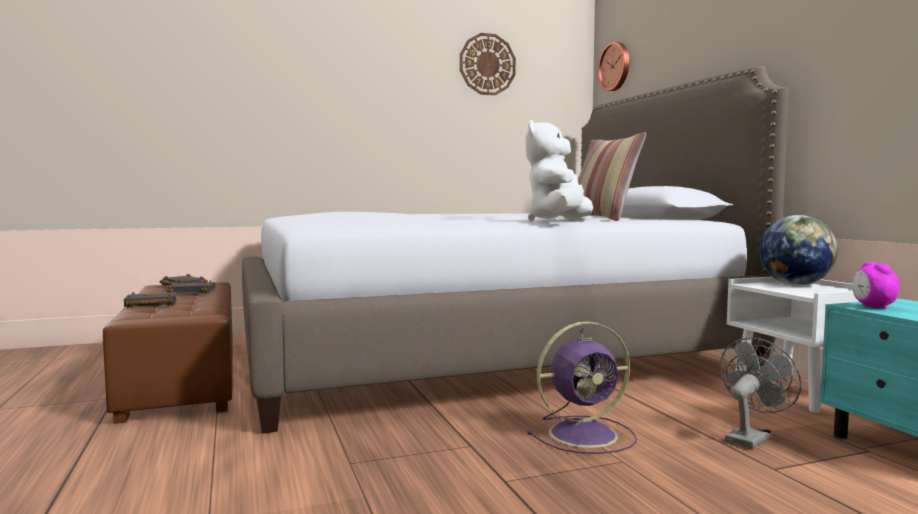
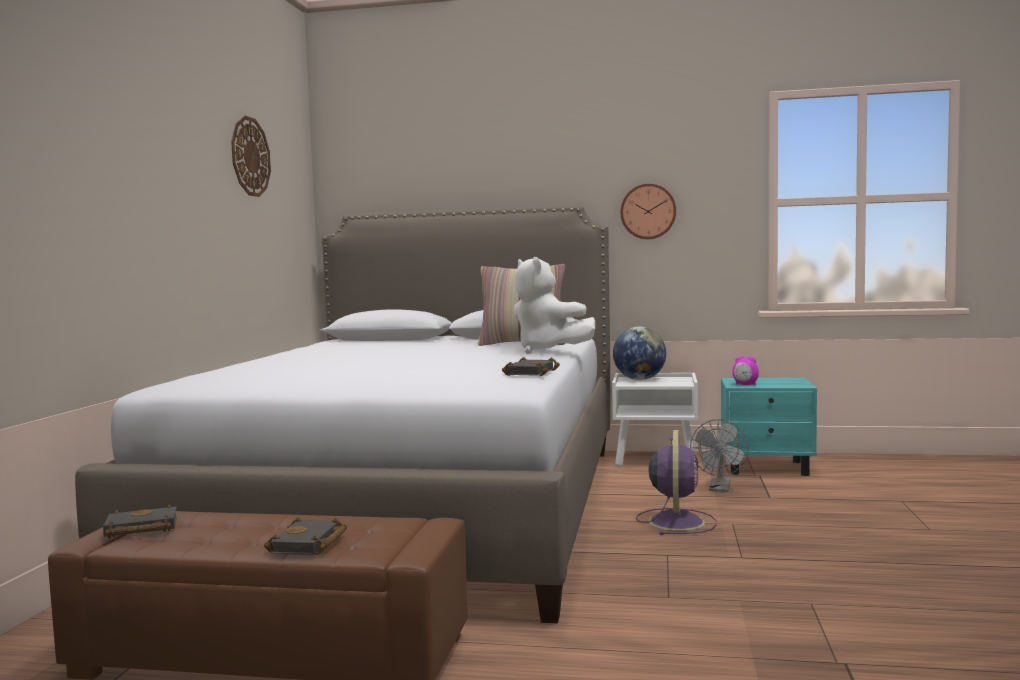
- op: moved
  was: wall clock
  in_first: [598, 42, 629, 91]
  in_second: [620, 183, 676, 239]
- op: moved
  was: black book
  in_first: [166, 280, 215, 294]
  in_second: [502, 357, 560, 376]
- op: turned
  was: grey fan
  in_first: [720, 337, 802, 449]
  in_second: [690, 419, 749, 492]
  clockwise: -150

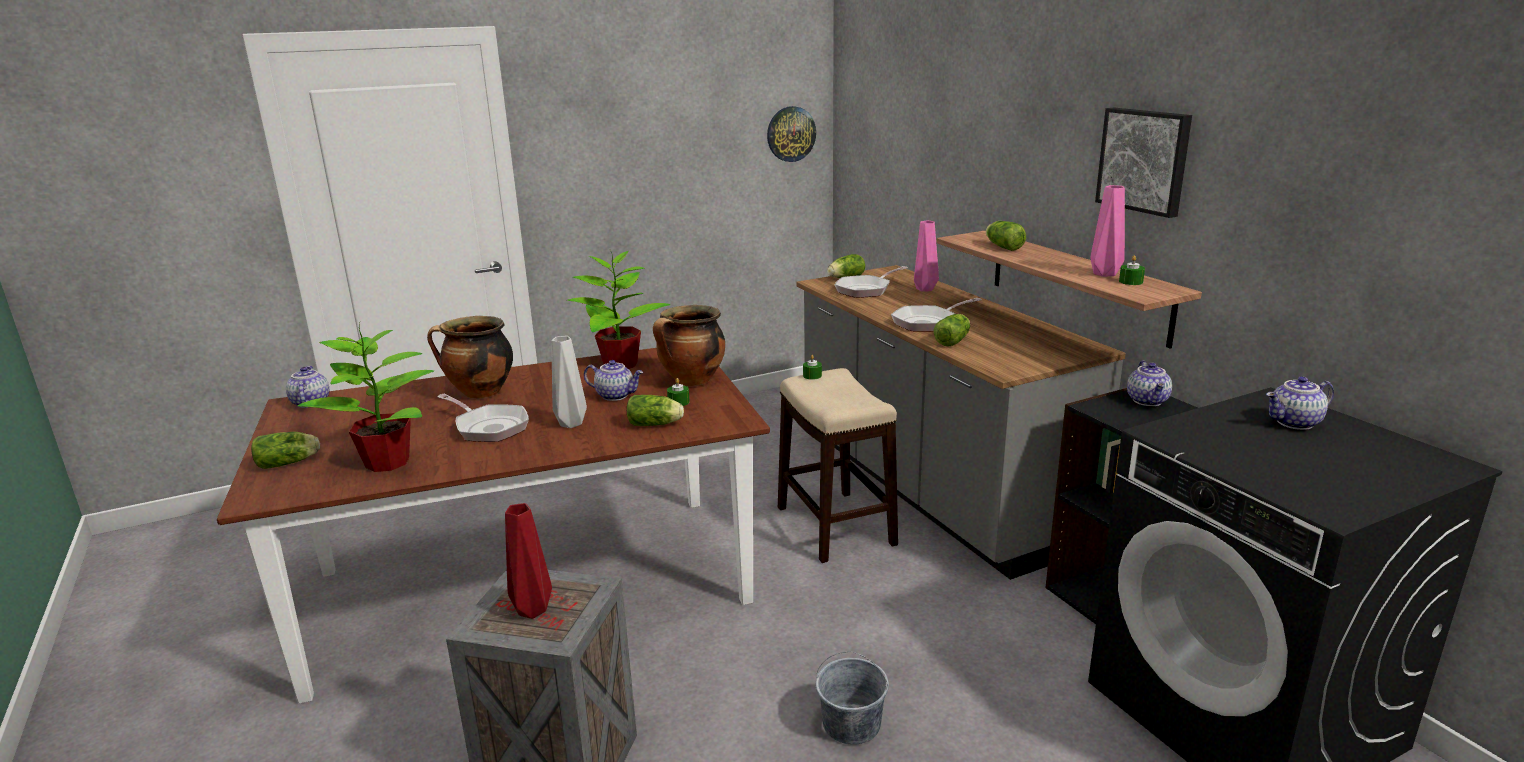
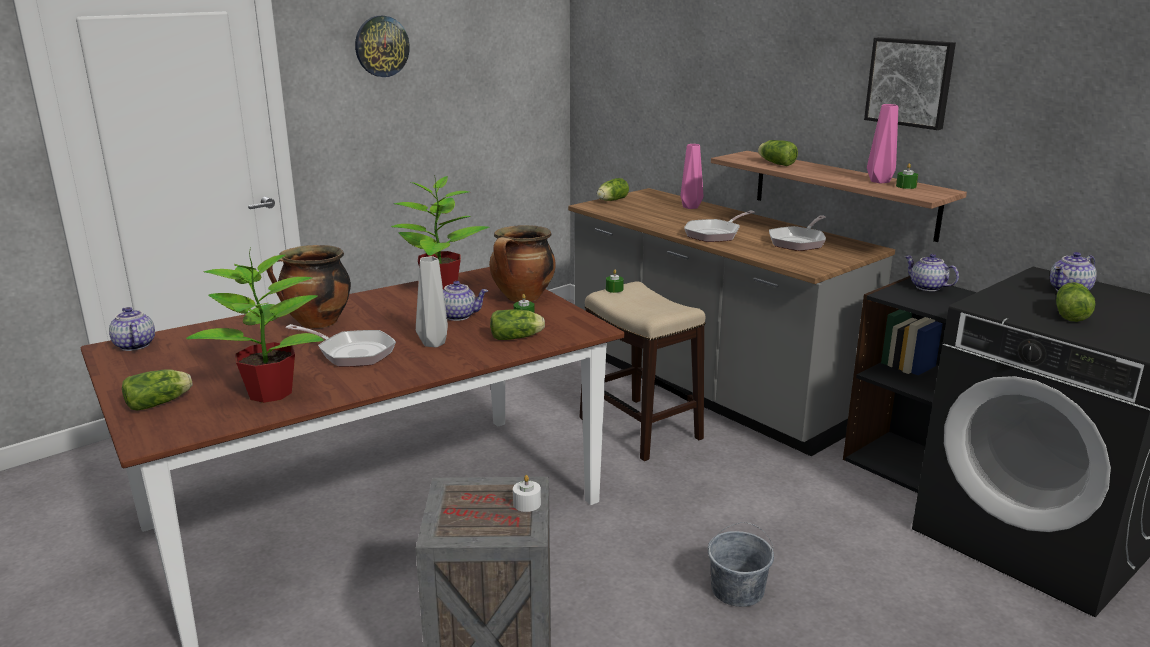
- op: moved
  was: wall clock
  in_first: [767, 106, 816, 162]
  in_second: [355, 16, 410, 77]
- op: moved
  was: frying pan
  in_first: [835, 266, 908, 298]
  in_second: [769, 215, 826, 251]
- op: moved
  was: lettuce
  in_first: [934, 314, 970, 347]
  in_second: [1056, 282, 1096, 322]
- op: turned
  was: teapot
  in_first: [1127, 361, 1172, 406]
  in_second: [905, 254, 959, 291]
  clockwise: 150
- op: removed
  was: red vase
  in_first: [505, 503, 552, 619]
- op: added
  now: white candle
  in_second: [513, 475, 541, 512]

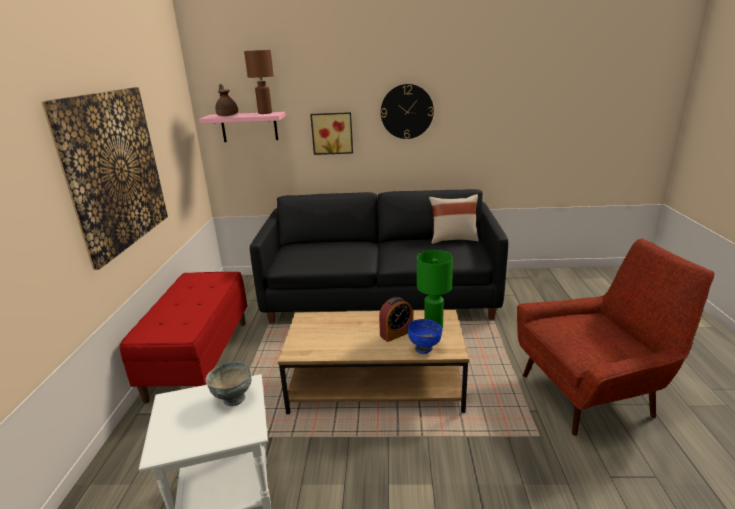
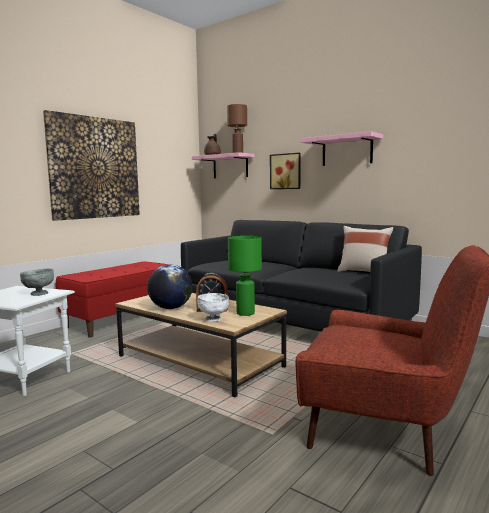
- op: replaced
  was: wall clock
  now: pink shelf
  in_first: [381, 84, 434, 139]
  in_second: [301, 131, 383, 166]
- op: recoloured
  was: blue bowl
  now: white bowl
  in_first: [408, 319, 443, 354]
  in_second: [197, 293, 229, 322]
- op: added
  now: globe
  in_second: [147, 265, 193, 309]

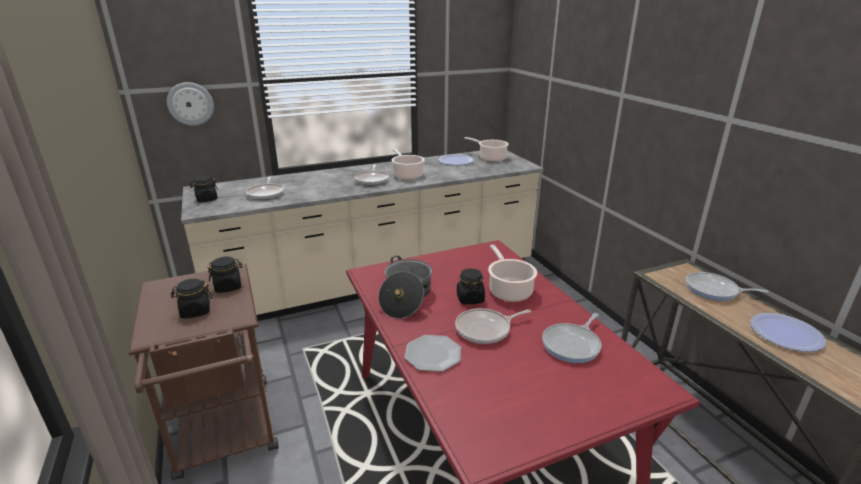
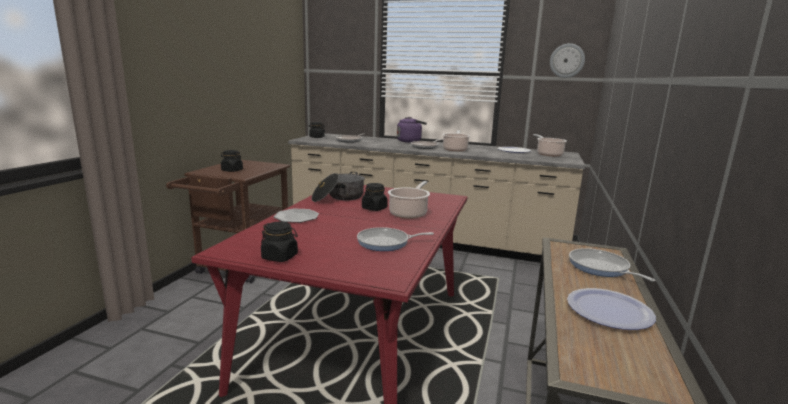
- op: moved
  was: wall clock
  in_first: [167, 82, 214, 126]
  in_second: [550, 43, 585, 78]
- op: moved
  was: black jar
  in_first: [207, 257, 242, 293]
  in_second: [261, 222, 298, 262]
- op: removed
  was: frying pan
  in_first: [455, 308, 531, 344]
- op: added
  now: purple kettle
  in_second: [397, 117, 427, 143]

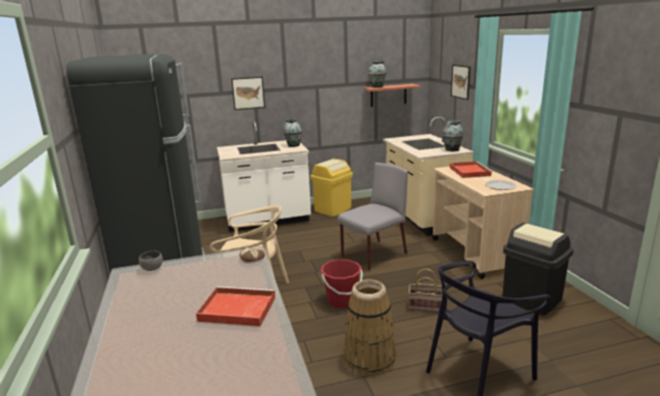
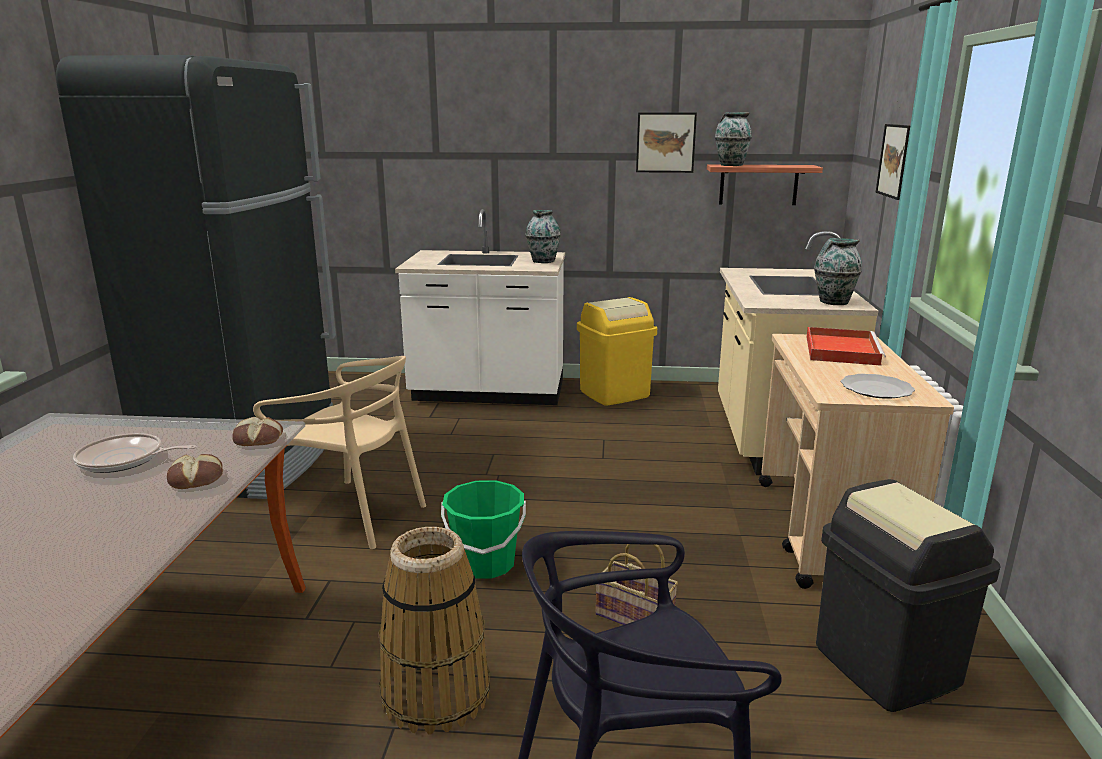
- op: moved
  was: picture
  in_first: [231, 77, 265, 110]
  in_second: [636, 113, 697, 173]
- op: removed
  was: grey chair
  in_first: [337, 163, 408, 271]
- op: removed
  was: grey bowl
  in_first: [139, 251, 163, 271]
- op: recoloured
  was: red bucket
  now: green bucket
  in_first: [321, 259, 362, 308]
  in_second: [441, 480, 526, 579]
- op: removed
  was: red tray
  in_first: [196, 286, 276, 326]
- op: added
  now: frying pan
  in_second: [73, 433, 197, 473]
- op: added
  now: bread
  in_second: [167, 454, 223, 489]

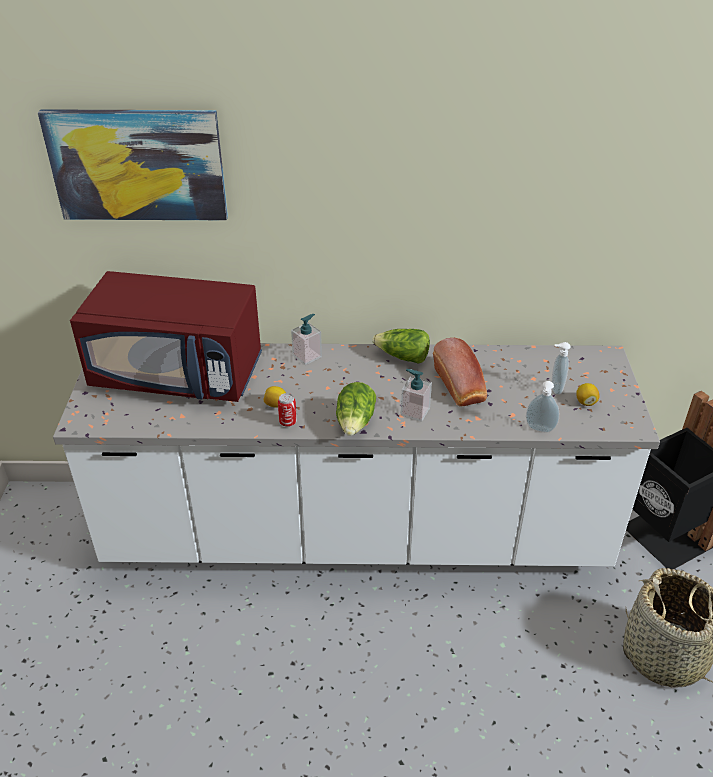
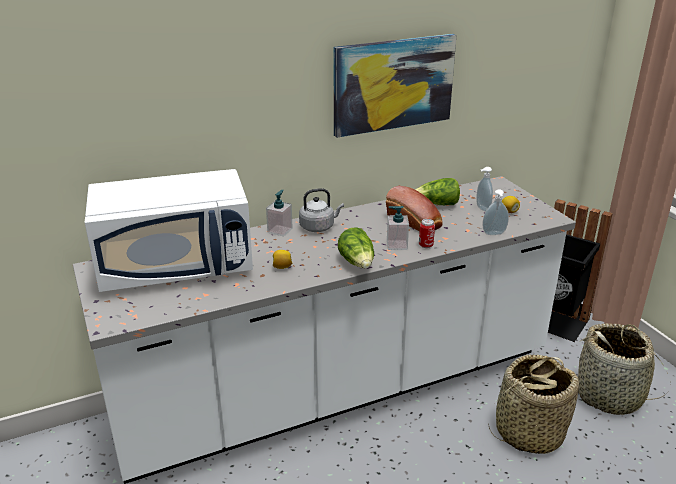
- op: moved
  was: picture
  in_first: [38, 109, 228, 220]
  in_second: [334, 34, 456, 138]
- op: recoloured
  was: red microwave
  now: white microwave
  in_first: [70, 271, 262, 402]
  in_second: [85, 169, 253, 292]
- op: moved
  was: lettuce
  in_first: [372, 329, 430, 364]
  in_second: [415, 178, 460, 205]
- op: moved
  was: can
  in_first: [278, 393, 297, 427]
  in_second: [419, 219, 435, 248]
- op: added
  now: grey kettle
  in_second: [299, 188, 344, 232]
- op: added
  now: basket
  in_second: [488, 355, 579, 454]

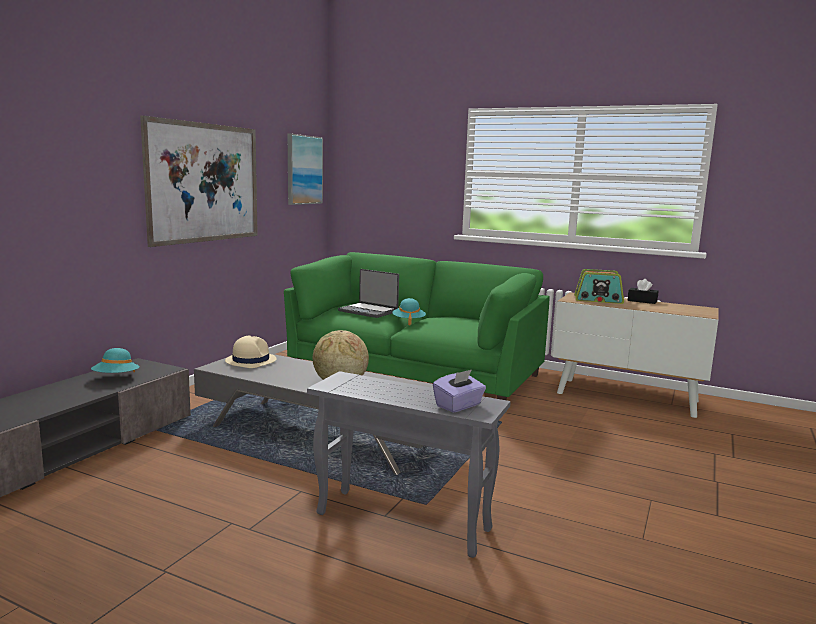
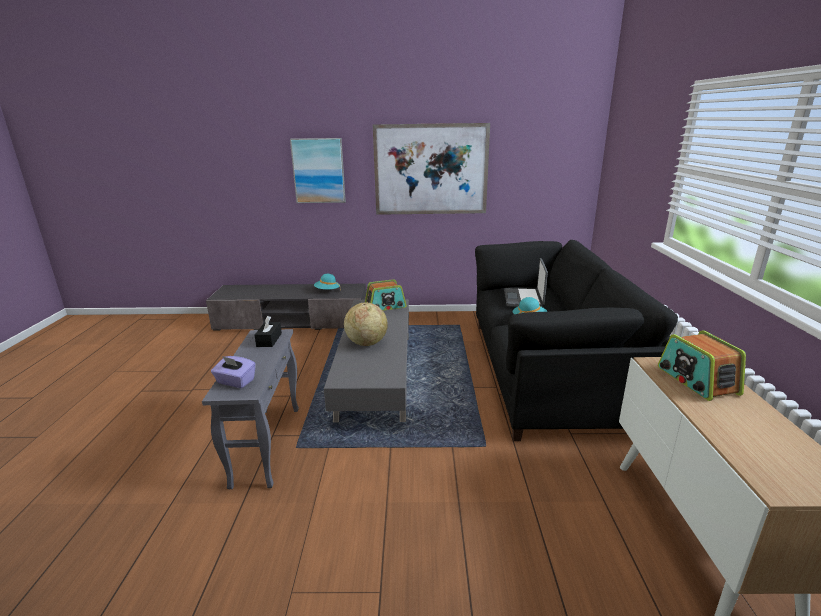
- op: moved
  was: picture
  in_first: [288, 134, 323, 205]
  in_second: [290, 138, 346, 203]
- op: recoloured
  was: green sofa
  now: black sofa
  in_first: [284, 252, 550, 400]
  in_second: [475, 240, 678, 441]
- op: moved
  was: black tissue box
  in_first: [628, 279, 658, 304]
  in_second: [255, 316, 282, 347]
- op: replaced
  was: beige hat
  now: radio
  in_first: [225, 336, 277, 368]
  in_second: [365, 279, 407, 311]

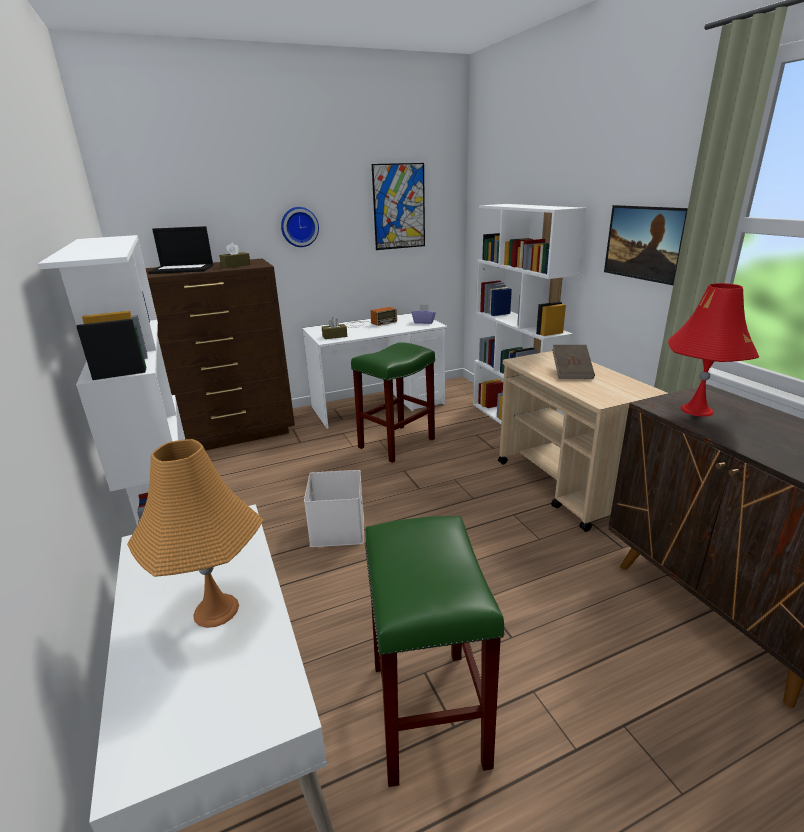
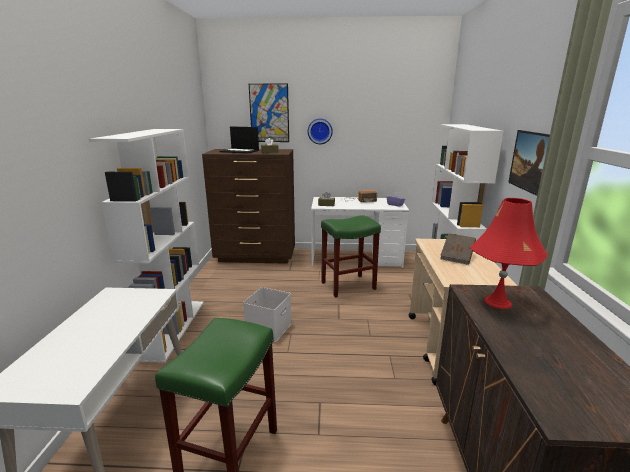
- op: moved
  was: picture
  in_first: [372, 163, 425, 250]
  in_second: [249, 84, 289, 142]
- op: removed
  was: orange table lamp
  in_first: [127, 439, 263, 628]

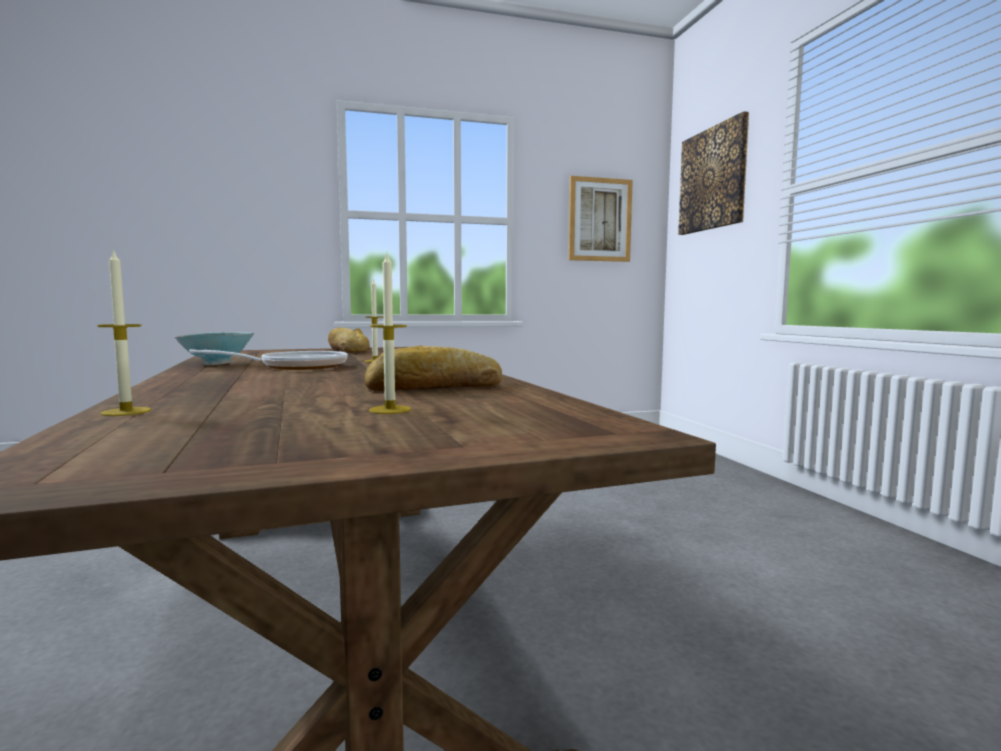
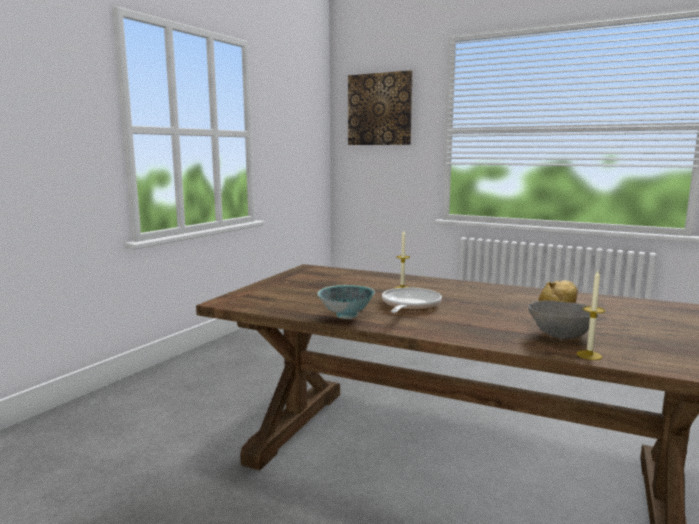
- op: removed
  was: picture
  in_first: [569, 176, 633, 262]
- op: removed
  was: candle
  in_first: [369, 254, 411, 414]
- op: removed
  was: bread
  in_first: [328, 328, 370, 353]
- op: added
  now: grey bowl
  in_second: [528, 300, 599, 339]

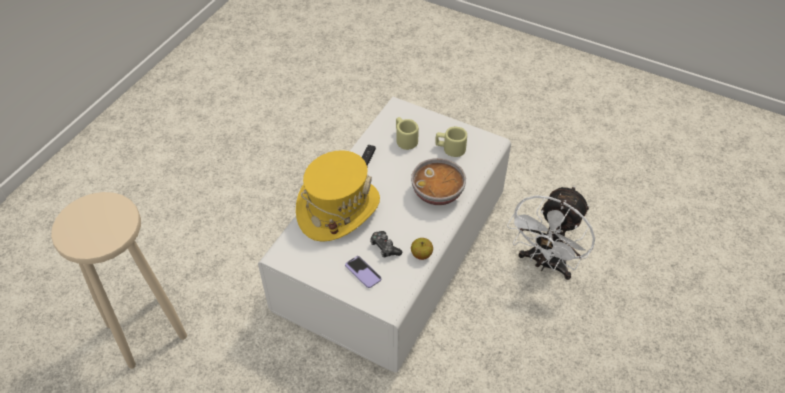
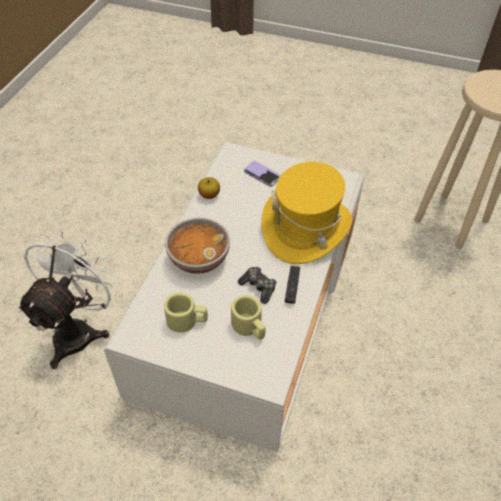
- op: moved
  was: game controller
  in_first: [370, 231, 402, 258]
  in_second: [238, 267, 277, 304]

